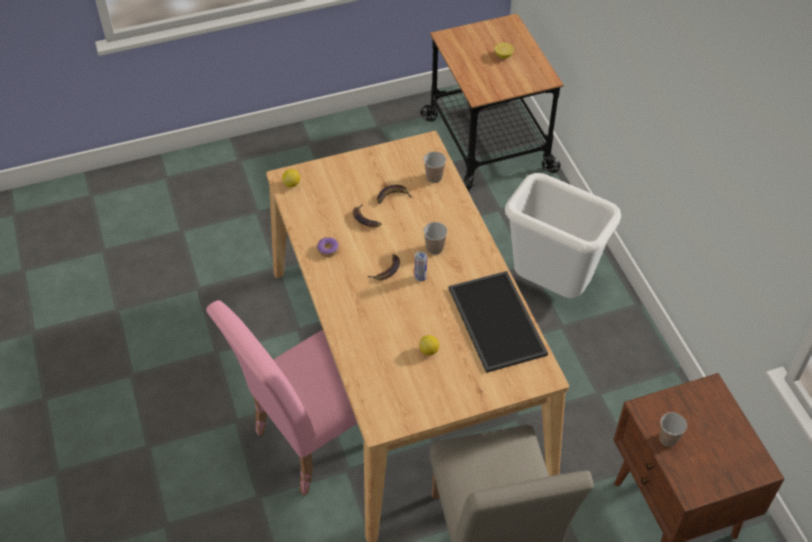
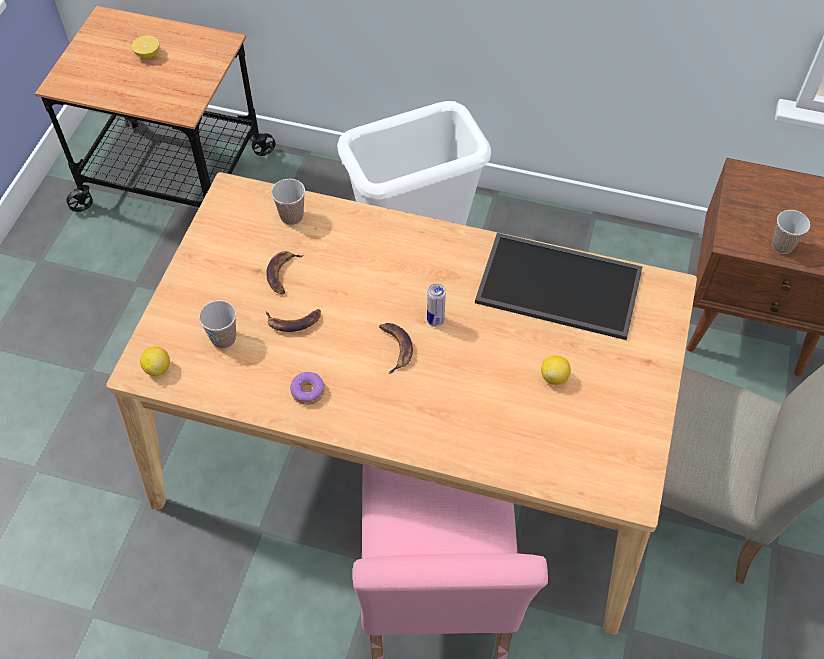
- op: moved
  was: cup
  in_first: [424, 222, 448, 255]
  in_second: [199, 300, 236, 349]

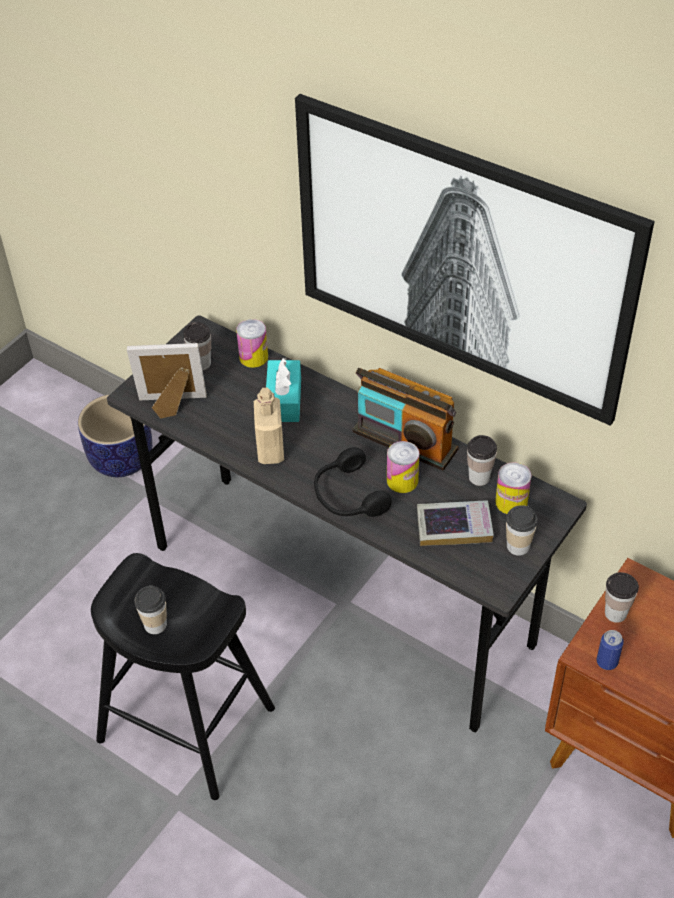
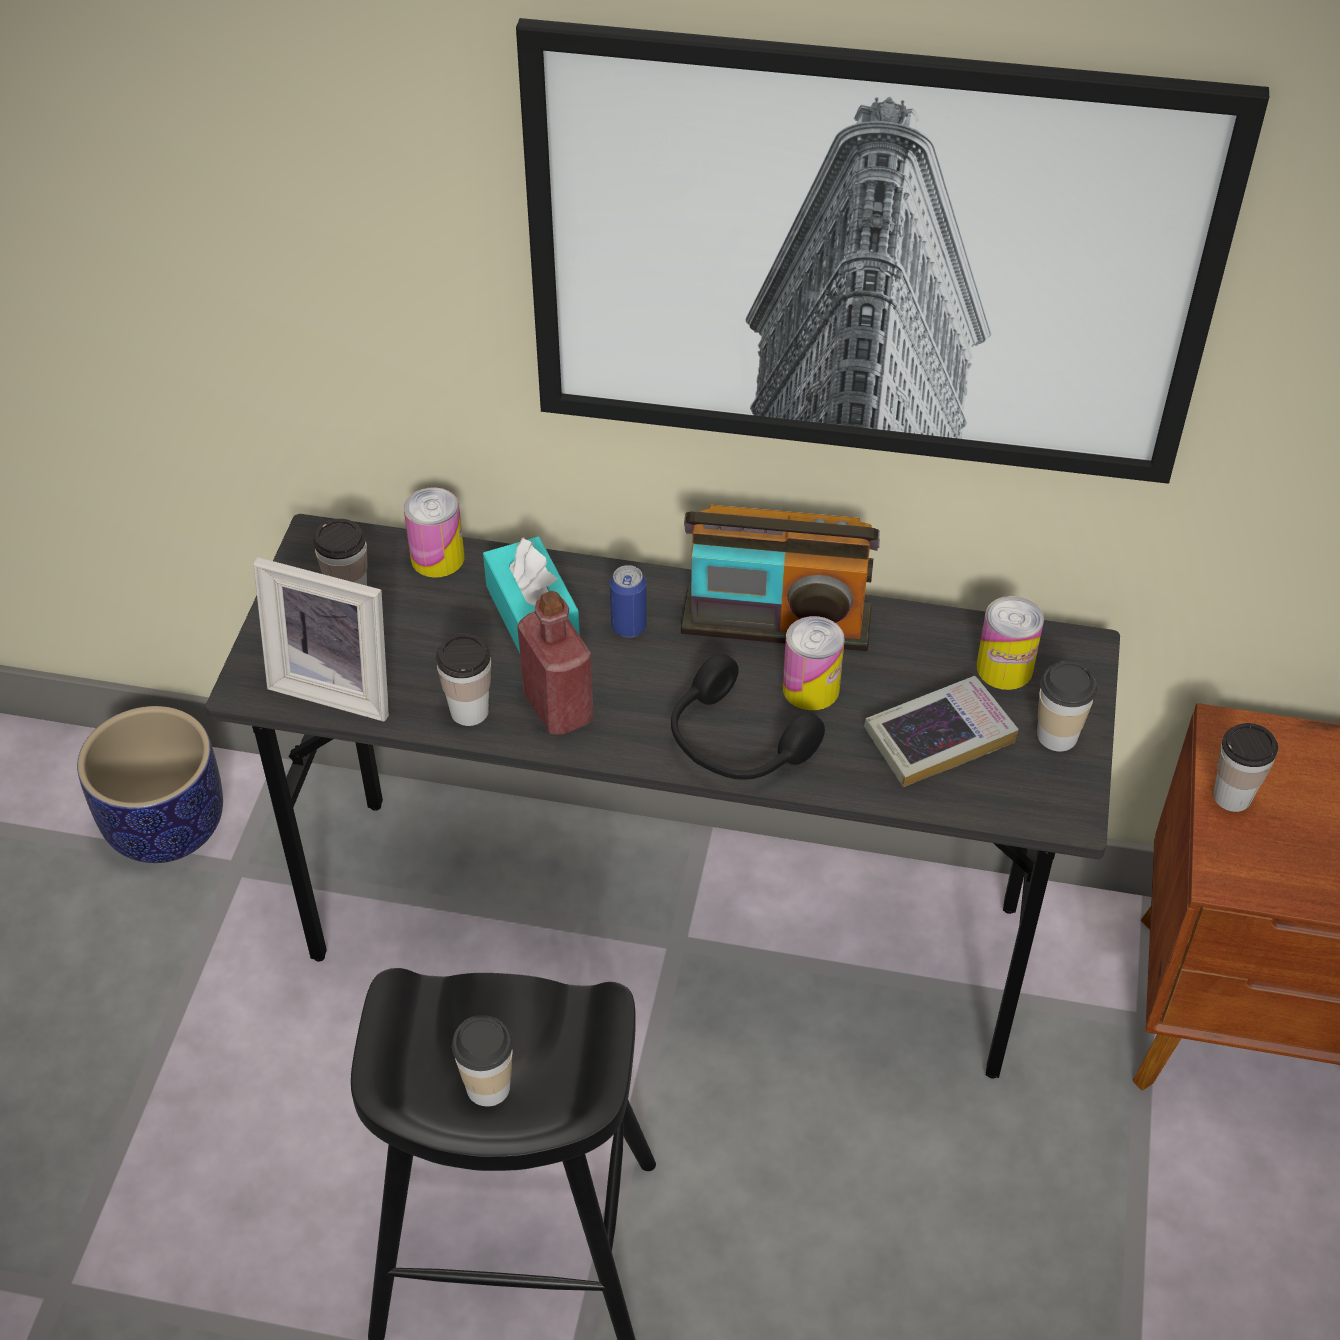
- op: turned
  was: picture frame
  in_first: [127, 343, 207, 419]
  in_second: [253, 557, 389, 721]
  clockwise: -135
- op: recoloured
  was: beige bottle
  now: red bottle
  in_first: [254, 387, 284, 464]
  in_second: [517, 591, 593, 735]
- op: moved
  was: cup
  in_first: [467, 435, 497, 486]
  in_second: [436, 633, 491, 726]
- op: moved
  was: can
  in_first: [597, 630, 624, 670]
  in_second: [610, 565, 647, 638]

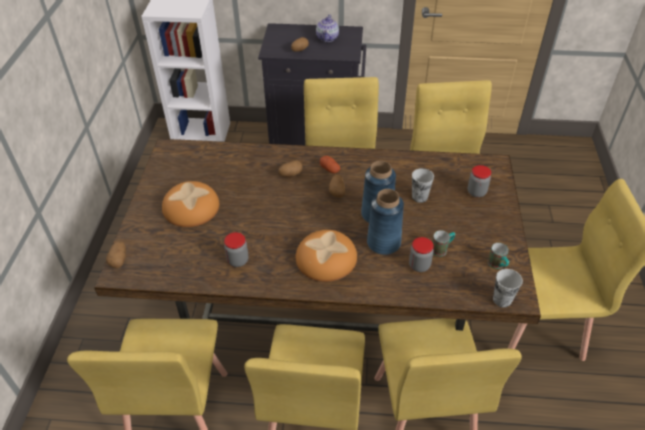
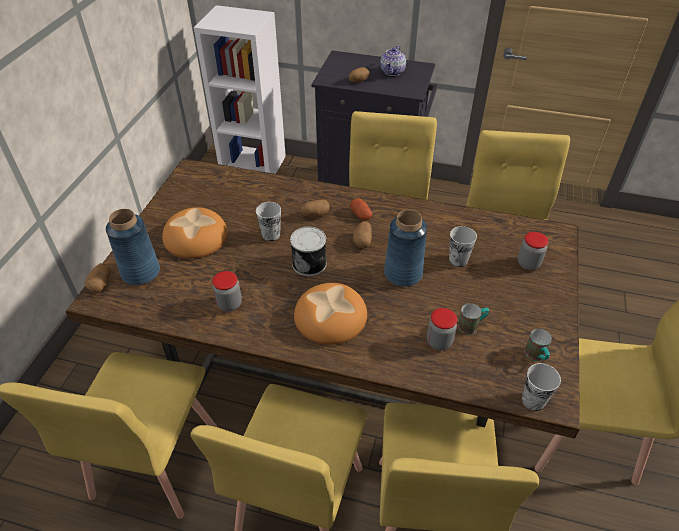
- op: moved
  was: blue vase
  in_first: [367, 189, 404, 255]
  in_second: [106, 209, 160, 285]
- op: added
  now: cup
  in_second: [256, 202, 281, 241]
- op: added
  now: can
  in_second: [290, 226, 327, 276]

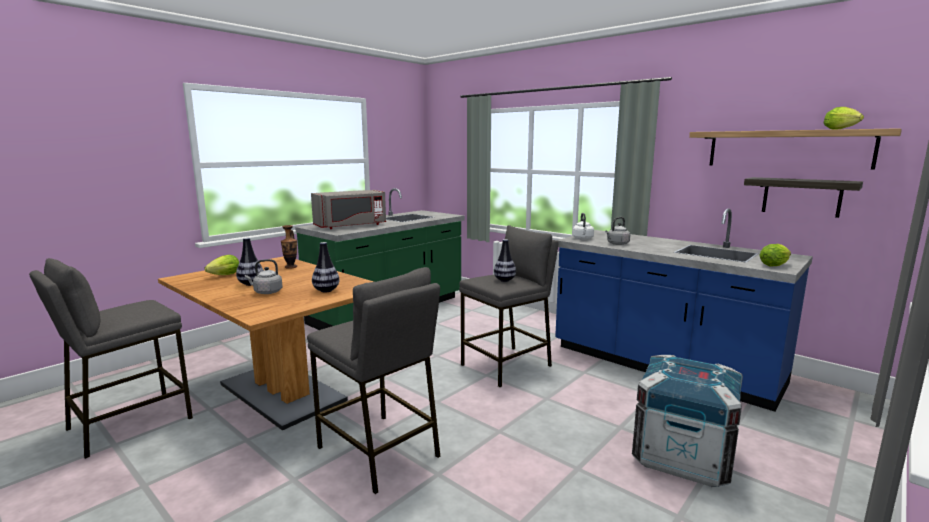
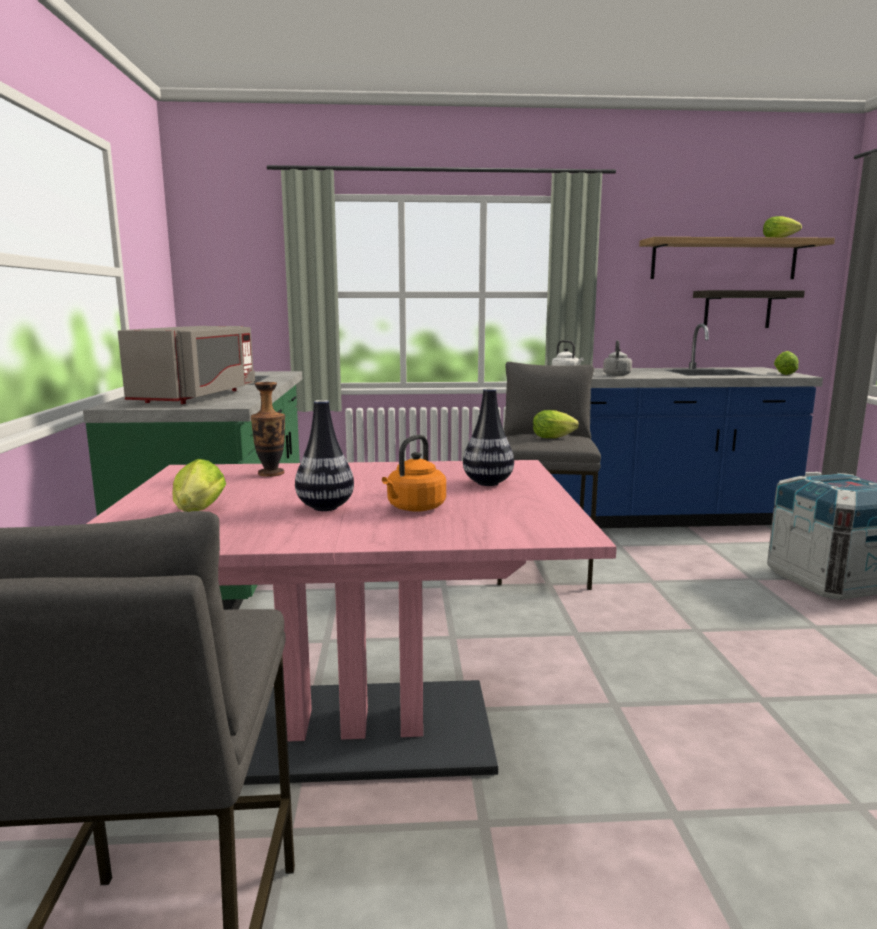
- op: replaced
  was: vase
  now: lettuce
  in_first: [494, 239, 516, 282]
  in_second: [533, 410, 579, 438]
- op: recoloured
  was: brown dining table
  now: pink dining table
  in_first: [158, 256, 374, 430]
  in_second: [87, 460, 617, 785]
- op: recoloured
  was: grey kettle
  now: orange kettle
  in_first: [245, 259, 282, 294]
  in_second: [382, 435, 446, 512]
- op: removed
  was: grey stool
  in_first: [307, 267, 440, 494]

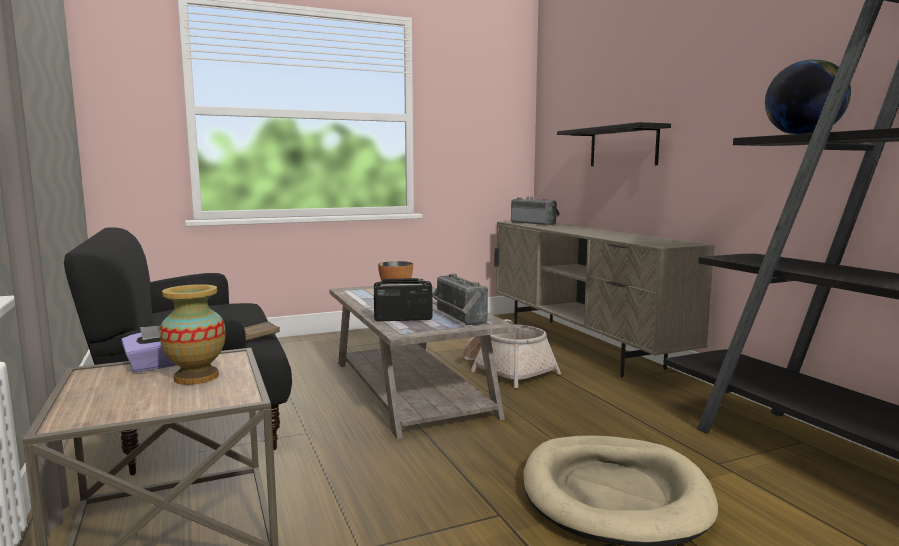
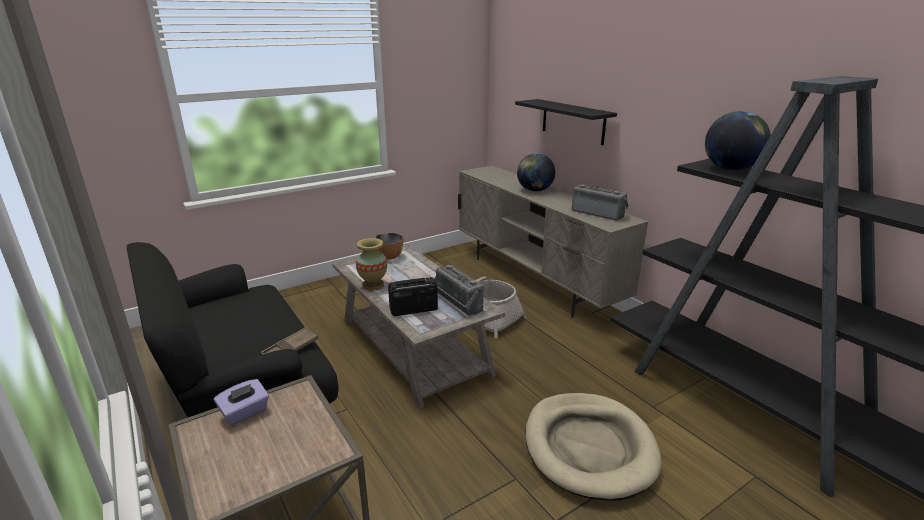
- op: moved
  was: radio
  in_first: [511, 197, 560, 225]
  in_second: [572, 184, 629, 221]
- op: moved
  was: vase
  in_first: [160, 284, 226, 385]
  in_second: [356, 238, 387, 290]
- op: added
  now: globe
  in_second: [517, 153, 555, 192]

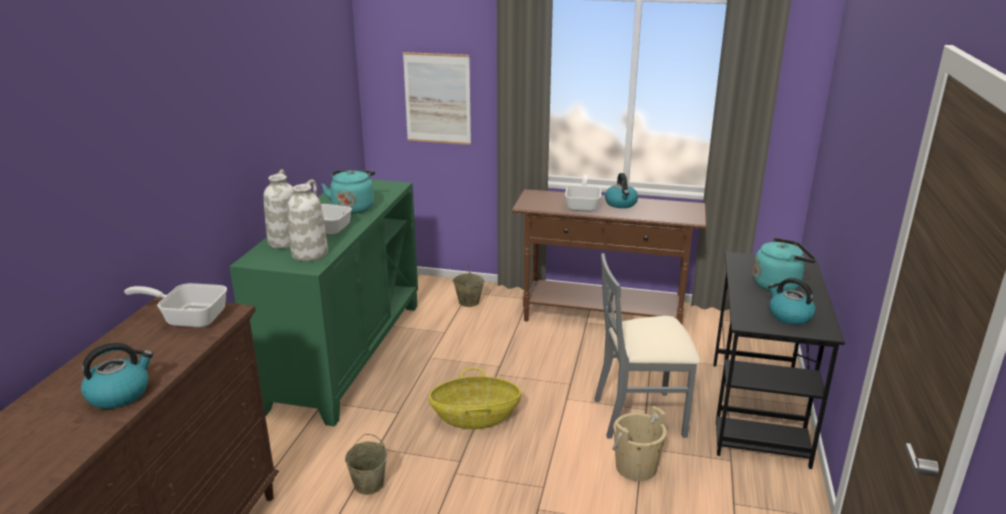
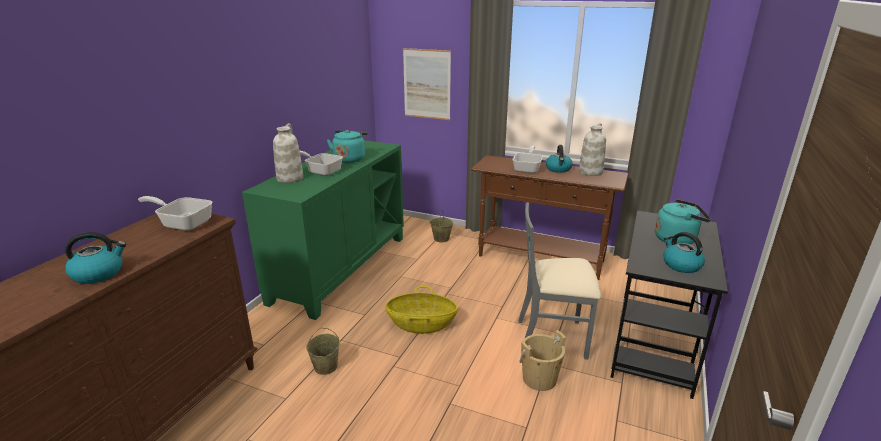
- op: moved
  was: white vase
  in_first: [287, 179, 328, 261]
  in_second: [579, 123, 606, 176]

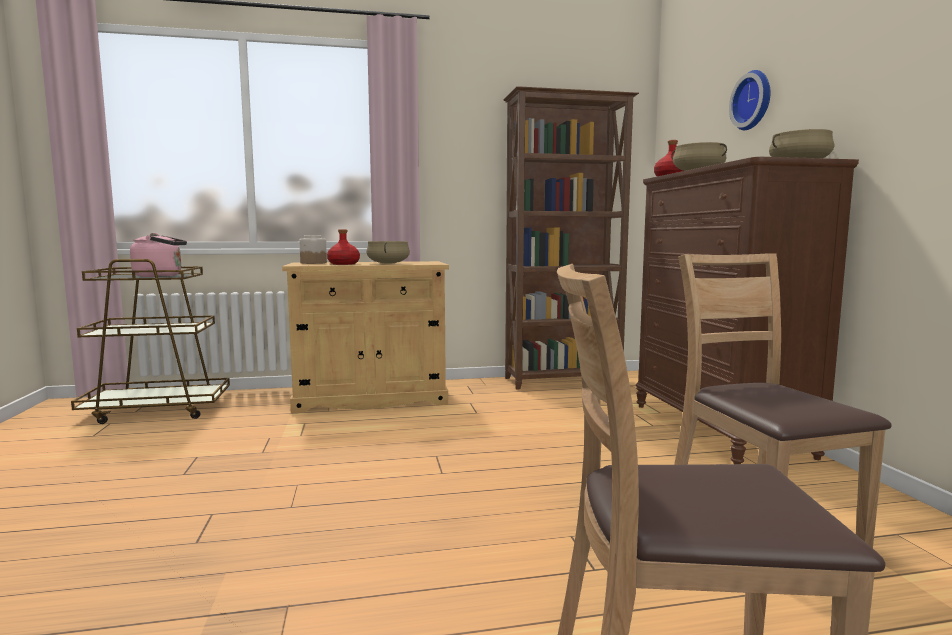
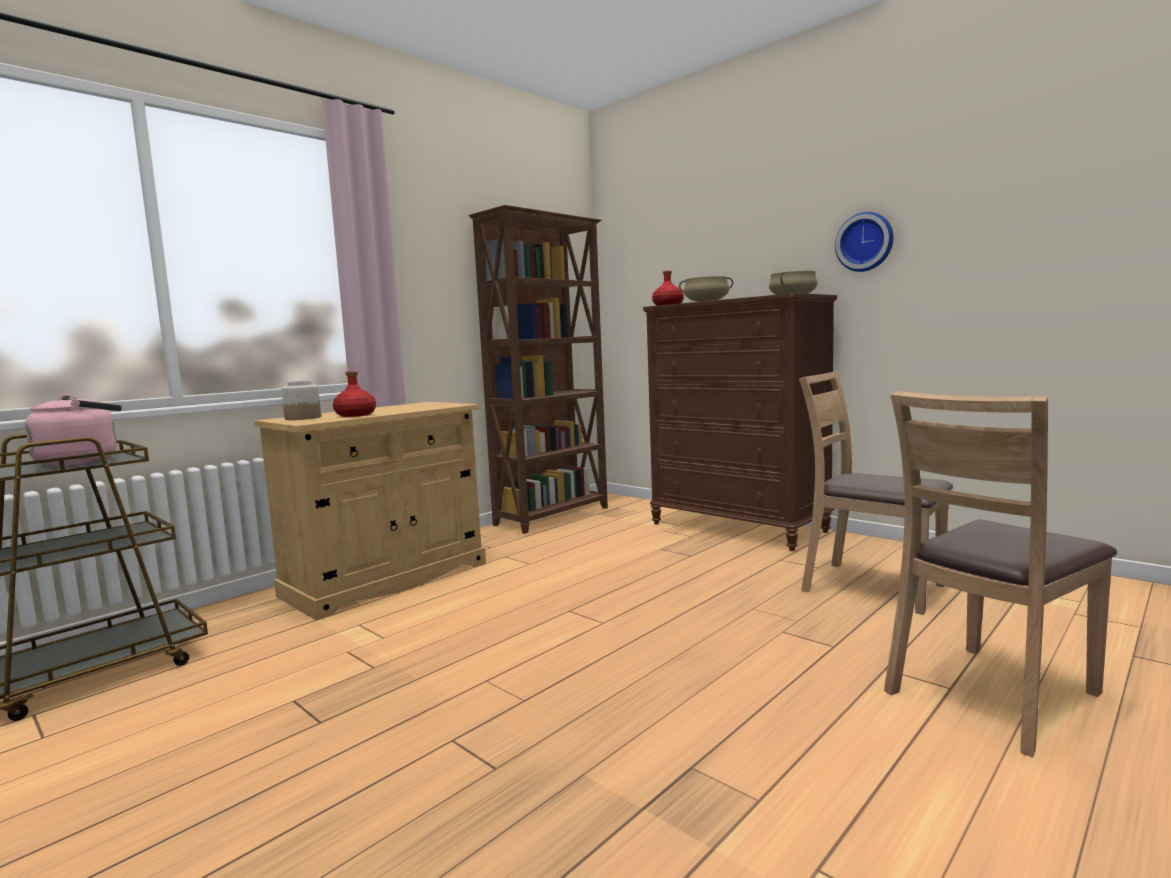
- op: moved
  was: wall clock
  in_first: [729, 70, 771, 130]
  in_second: [835, 212, 894, 272]
- op: removed
  was: beige cooking pot
  in_first: [366, 241, 410, 264]

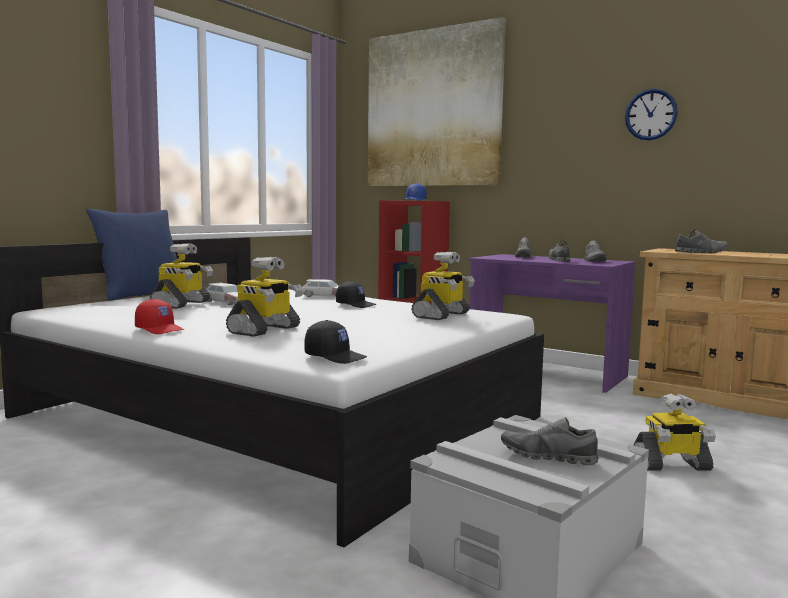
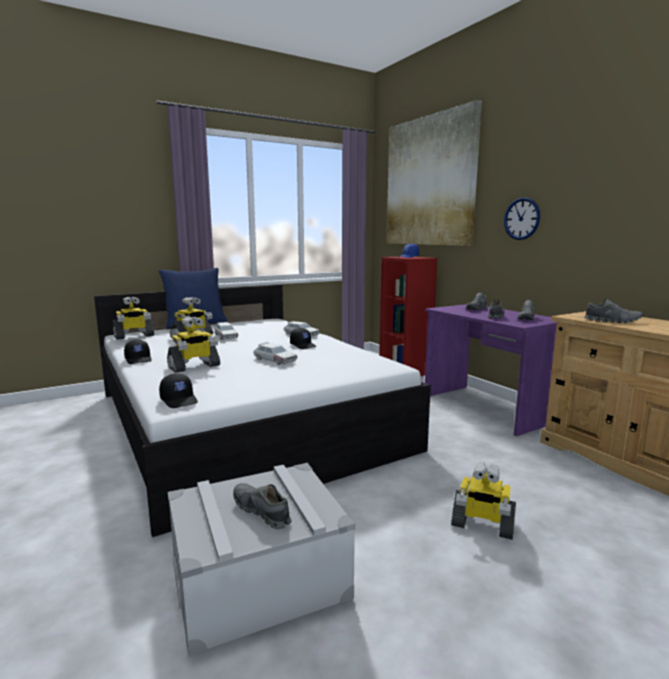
- op: moved
  was: wall clock
  in_first: [625, 89, 678, 140]
  in_second: [504, 197, 540, 240]
- op: moved
  was: toy robot
  in_first: [411, 252, 475, 320]
  in_second: [113, 297, 154, 340]
- op: recoloured
  was: red cap
  now: black cap
  in_first: [135, 299, 184, 334]
  in_second: [124, 339, 152, 364]
- op: added
  now: toy car
  in_second: [254, 342, 297, 365]

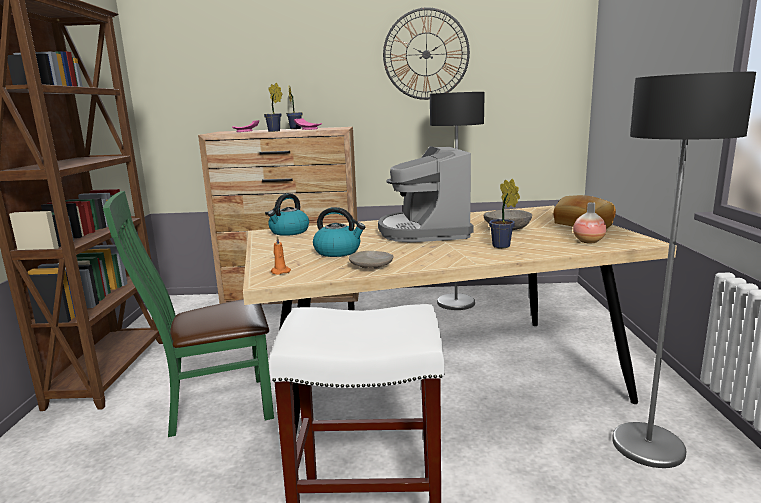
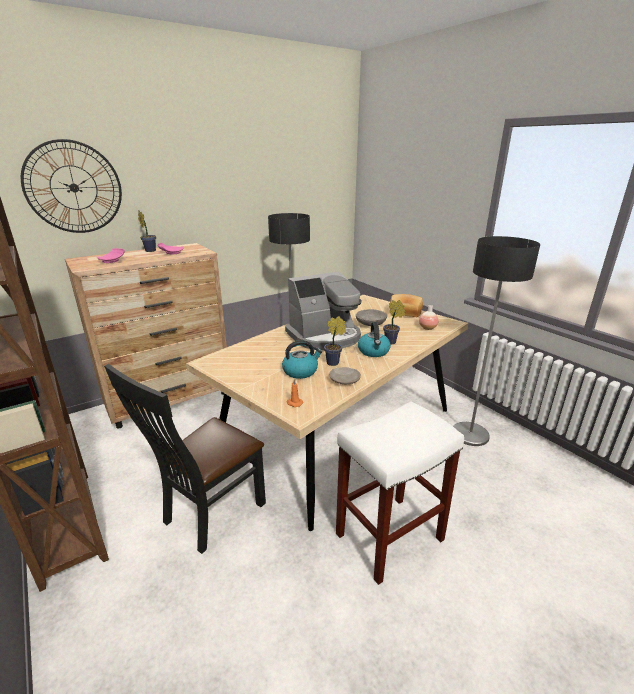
- op: moved
  was: wall clock
  in_first: [383, 7, 470, 100]
  in_second: [21, 139, 122, 233]
- op: moved
  was: potted plant
  in_first: [264, 83, 283, 132]
  in_second: [324, 316, 346, 366]
- op: turned
  was: coffee machine
  in_first: [378, 146, 473, 242]
  in_second: [285, 272, 362, 350]
  clockwise: -75
- op: recoloured
  was: green chair
  now: black chair
  in_first: [103, 191, 274, 437]
  in_second: [104, 364, 266, 554]
- op: moved
  was: kettle
  in_first: [268, 194, 309, 236]
  in_second: [358, 322, 391, 357]

